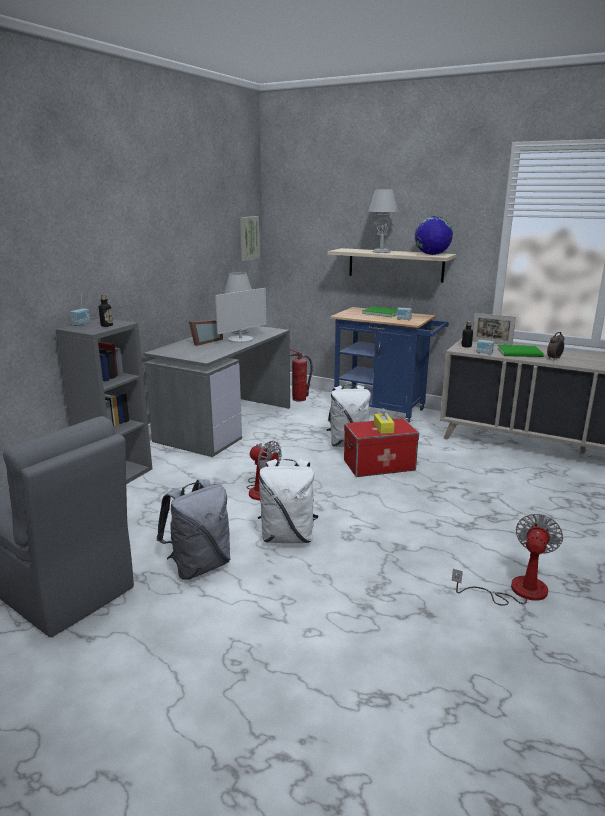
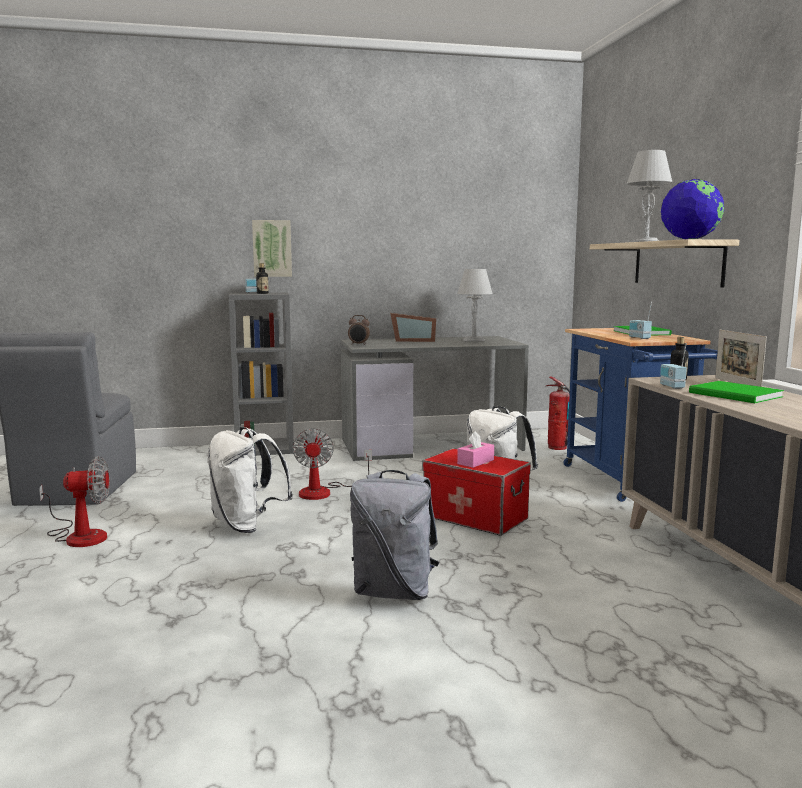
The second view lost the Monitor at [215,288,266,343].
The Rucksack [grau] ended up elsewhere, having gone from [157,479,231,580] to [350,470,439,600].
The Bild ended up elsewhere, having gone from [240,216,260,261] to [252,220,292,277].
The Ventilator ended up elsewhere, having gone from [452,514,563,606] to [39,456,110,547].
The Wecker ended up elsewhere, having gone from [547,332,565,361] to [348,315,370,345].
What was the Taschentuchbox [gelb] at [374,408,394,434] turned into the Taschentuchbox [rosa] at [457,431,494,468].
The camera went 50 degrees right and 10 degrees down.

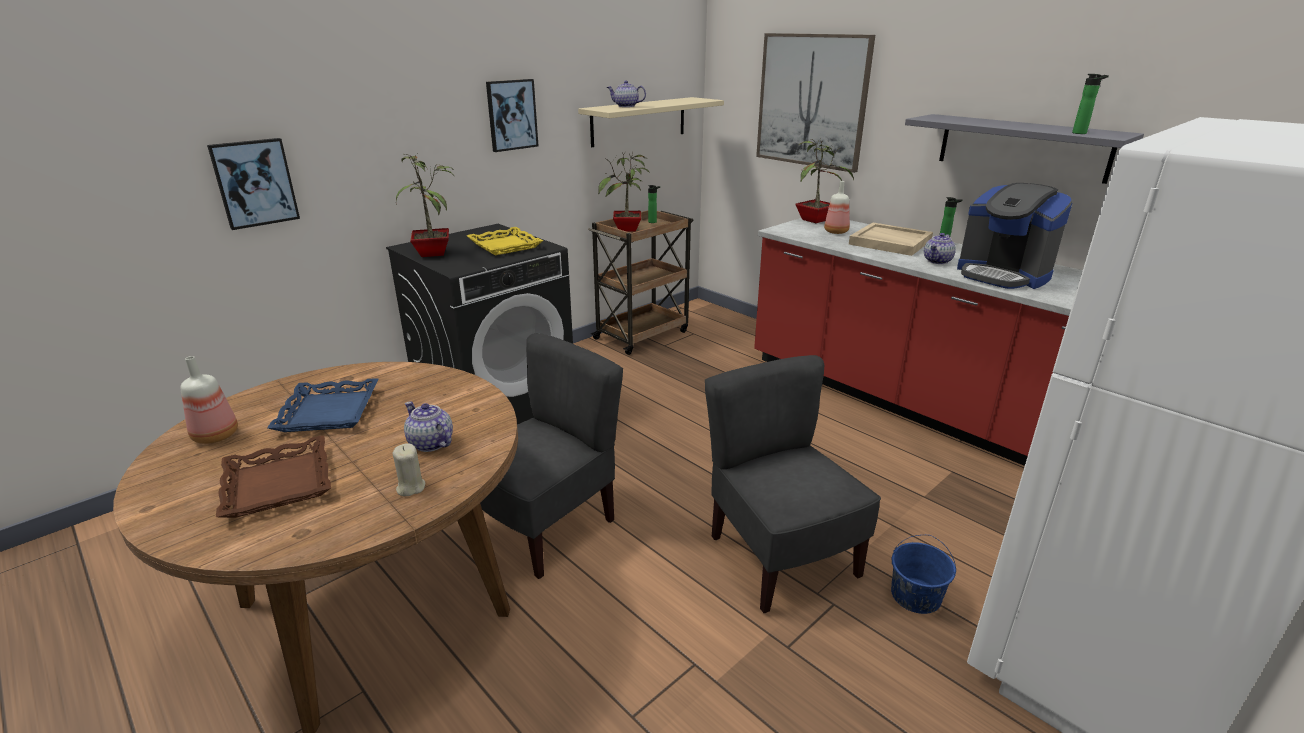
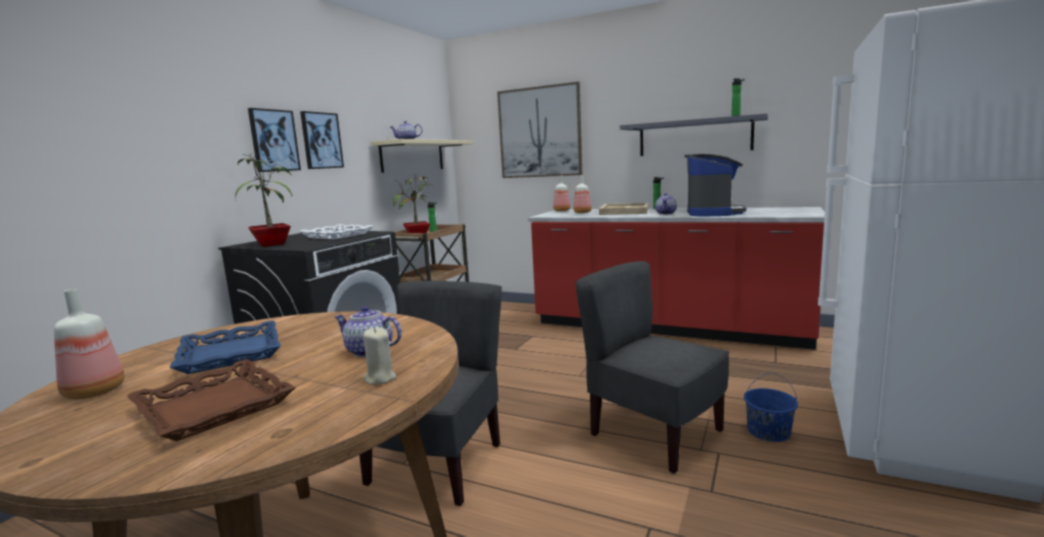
The Bild ended up elsewhere, having gone from [207,138,300,230] to [248,108,301,172].
Where the Topfpflanze stood at [795,138,854,223], the Flasche came to stand at [553,176,570,211].
What was the Tablett [gelb] at [467,227,543,255] turned into the Tablett [weiß] at [299,224,374,240].
The Kaffeemaschine at [957,183,1073,289] ended up facing another way, 105 degrees counterclockwise from before.
The camera went 20 degrees left and 15 degrees down.

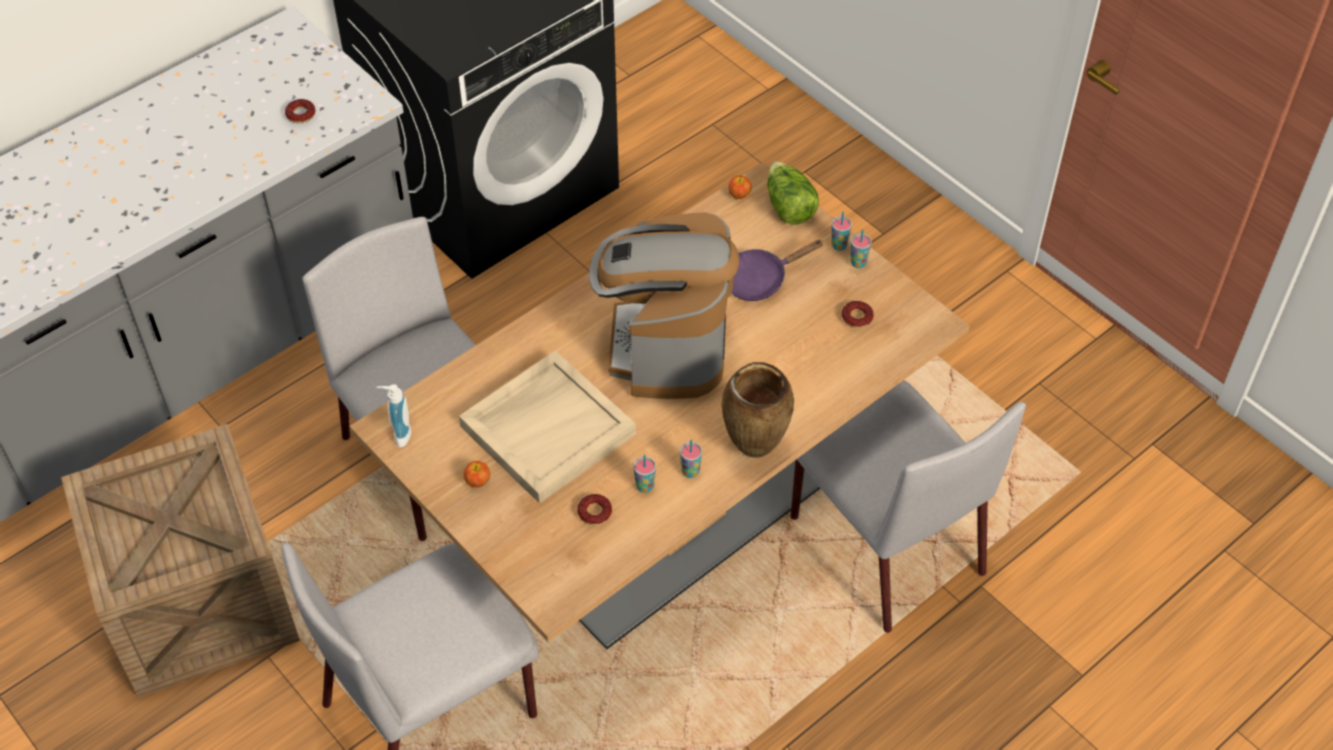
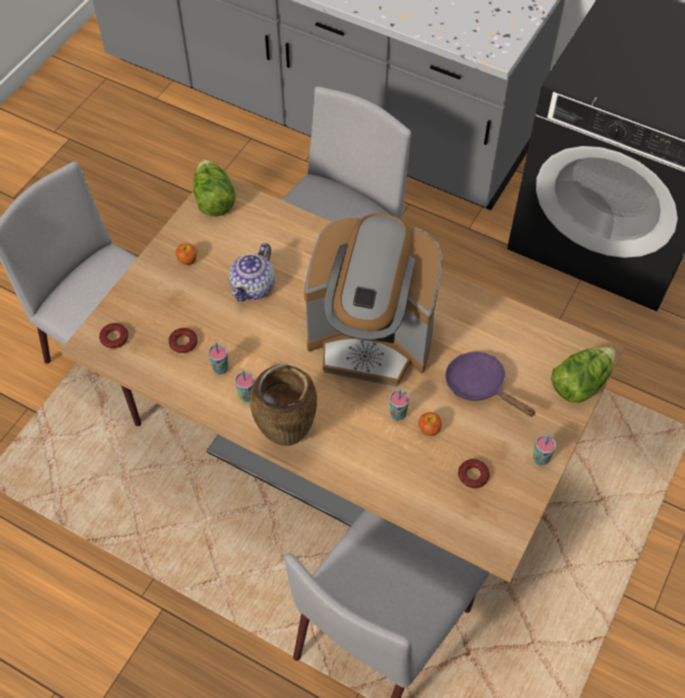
The second view lost the Kiste at [61,424,300,698].
The Donut ended up elsewhere, having gone from [285,99,315,123] to [99,323,129,349].
The Apfel ended up elsewhere, having gone from [728,176,752,199] to [418,412,442,436].
The Tasse ended up elsewhere, having gone from [831,212,852,251] to [389,389,409,420].
Where the Seifenspender stood at [377,384,411,447], the Salatkopf came to stand at [193,159,236,217].
Where the Tablett [beige] stood at [459,351,636,504], the Teekanne came to stand at [229,243,275,302].
The Kaffeemaschine at [589,212,739,399] ended up facing another way, 150 degrees counterclockwise from before.
The camera went 70 degrees right and 5 degrees up.

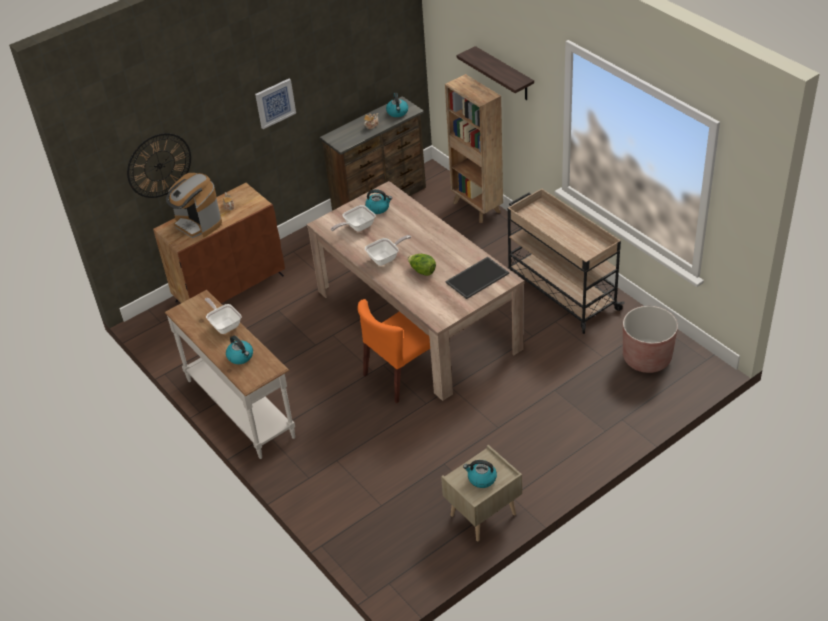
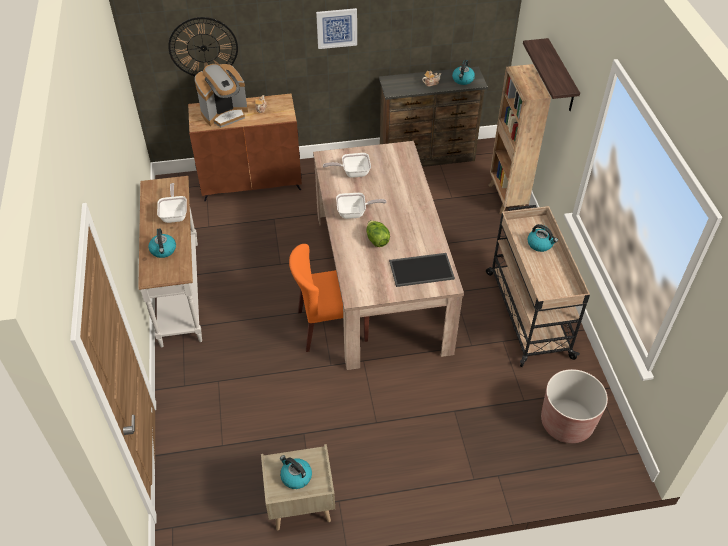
The Wasserkessel ended up elsewhere, having gone from [365,189,392,214] to [527,224,558,252].
The Kaffeemaschine at [166,173,222,238] ended up facing another way, 105 degrees counterclockwise from before.
The camera went 25 degrees right and 5 degrees up.

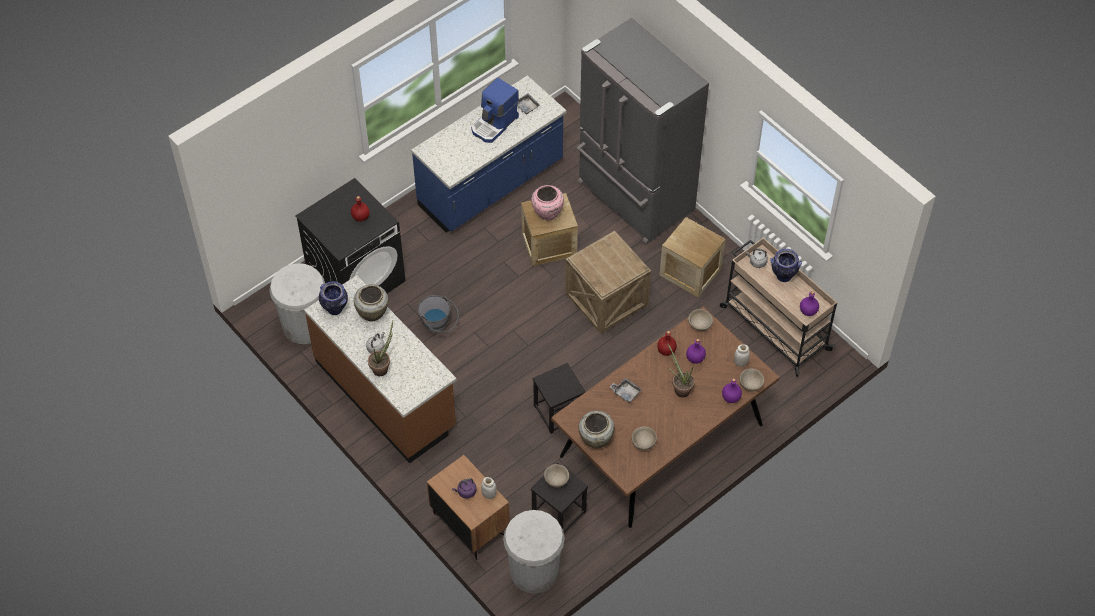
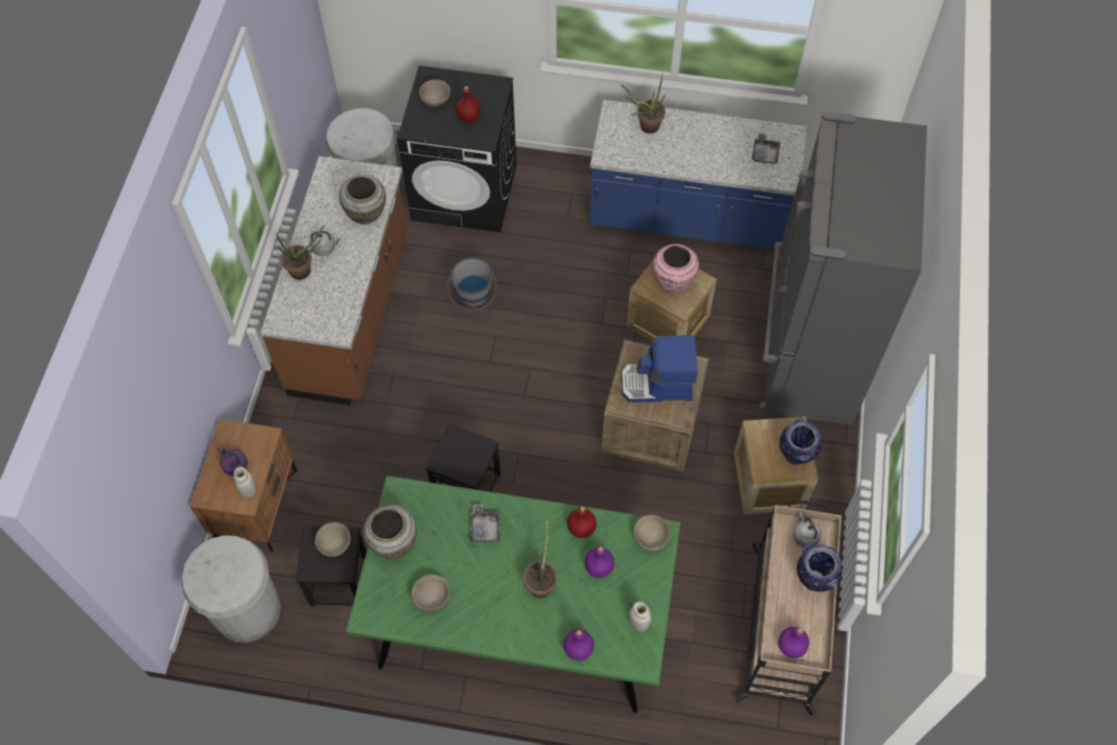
The second view gained the Topfpflanze at [621,73,665,133].
The Vase ended up elsewhere, having gone from [319,281,348,315] to [779,418,821,465].
The Kaffeemaschine ended up elsewhere, having gone from [471,78,519,143] to [621,335,698,403].
The Schüssel [beige] ended up elsewhere, having gone from [740,369,764,391] to [419,80,450,107].
What was the Esstisch [braun] at [551,307,780,528] turned into the Esstisch [grün] at [346,476,681,713].
The camera went 50 degrees right and 5 degrees up.

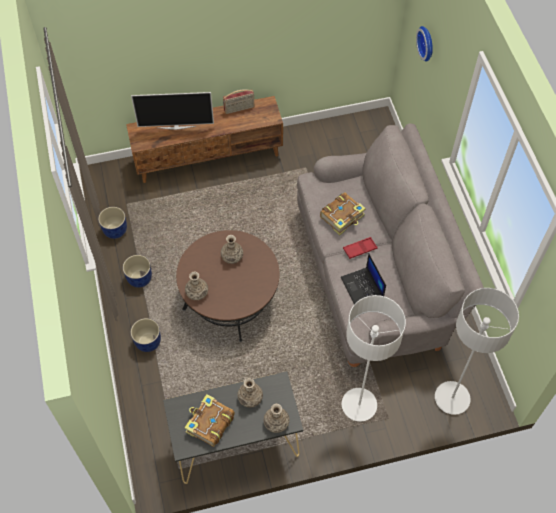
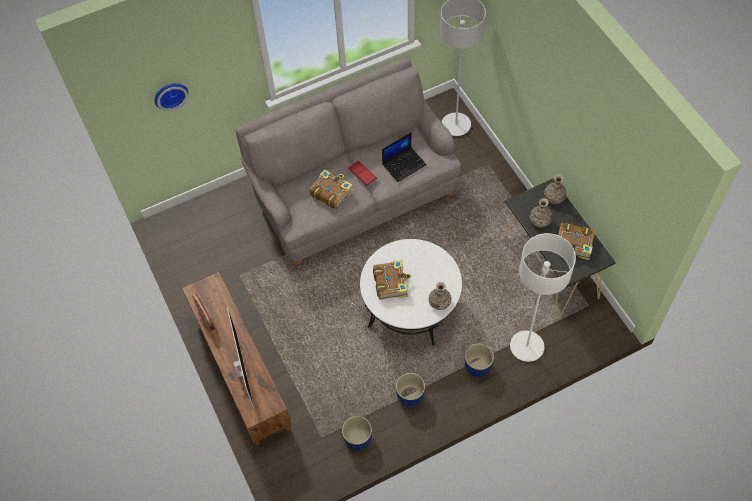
The Stehlampe [weiß] ended up elsewhere, having gone from [342,295,406,422] to [510,233,576,362].
Where the Vase stood at [221,235,243,264], the Buch came to stand at [373,260,411,300].
What was the Couchtisch [braun] at [176,230,279,342] turned into the Couchtisch [weiß] at [360,239,462,346].
The camera went 100 degrees left and 0 degrees up.

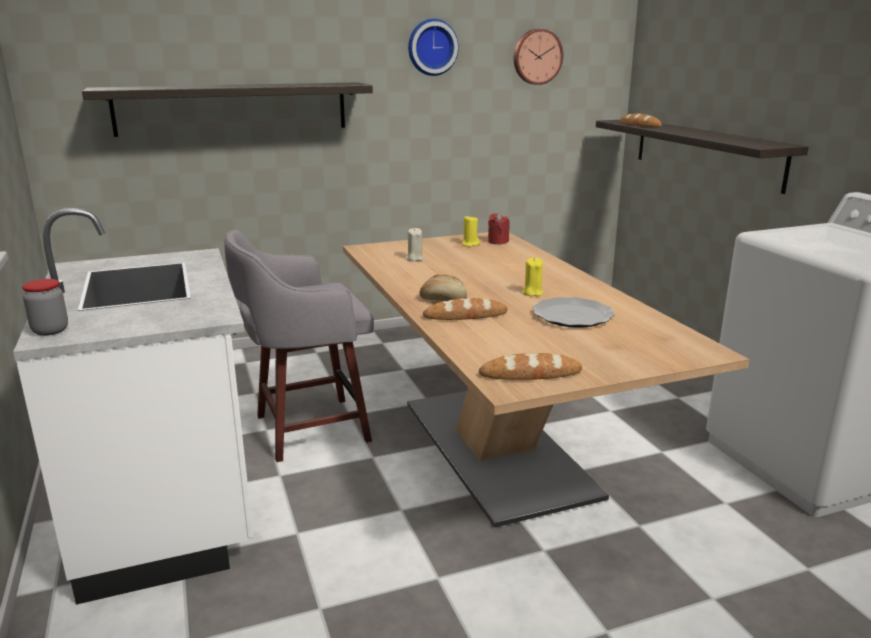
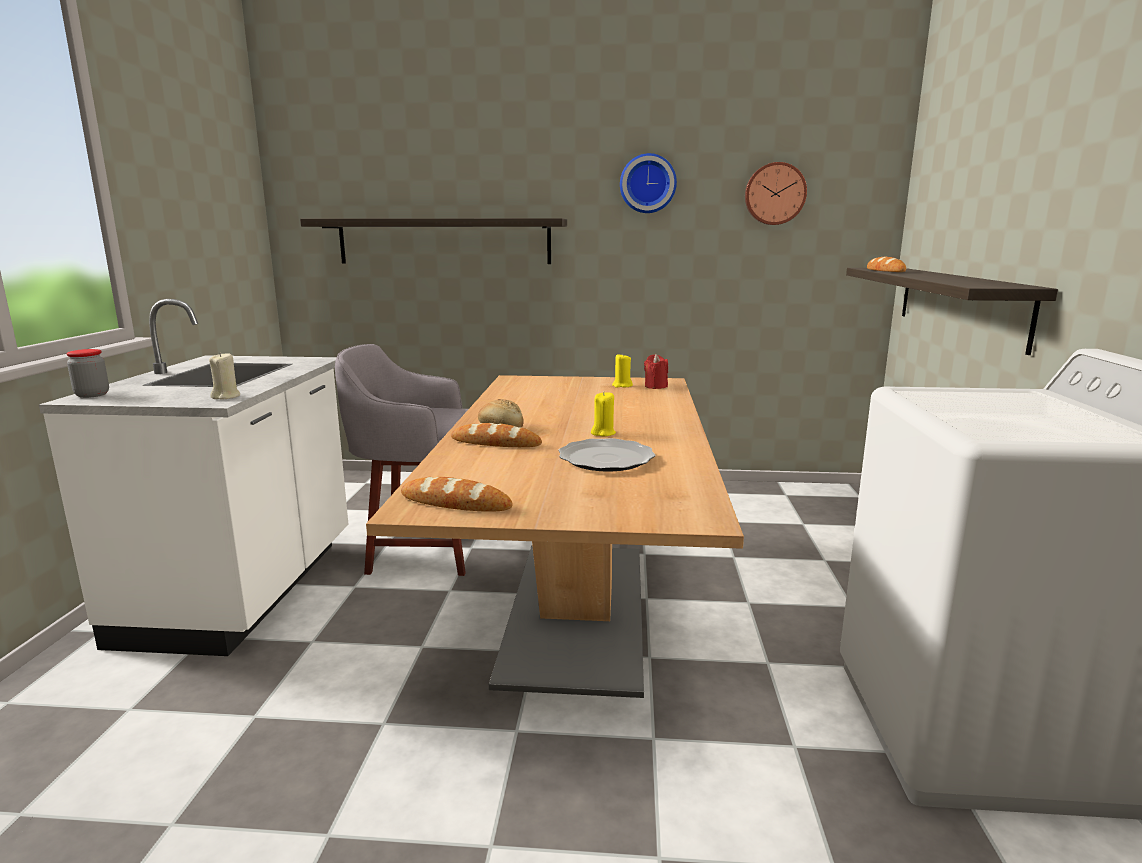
The Kerze [beige] ended up elsewhere, having gone from [406,228,424,261] to [209,352,240,399].
The camera went 25 degrees right and 5 degrees down.

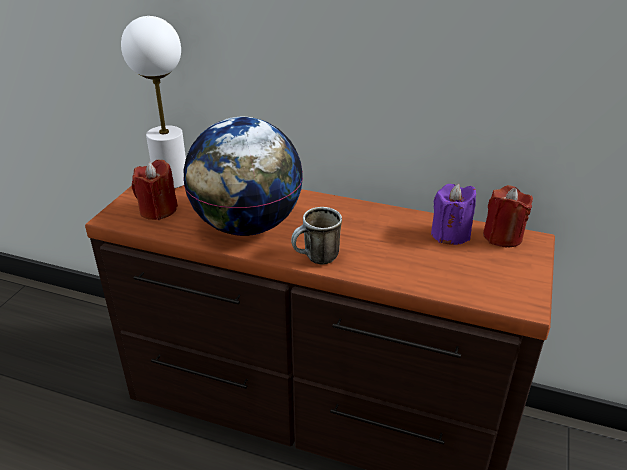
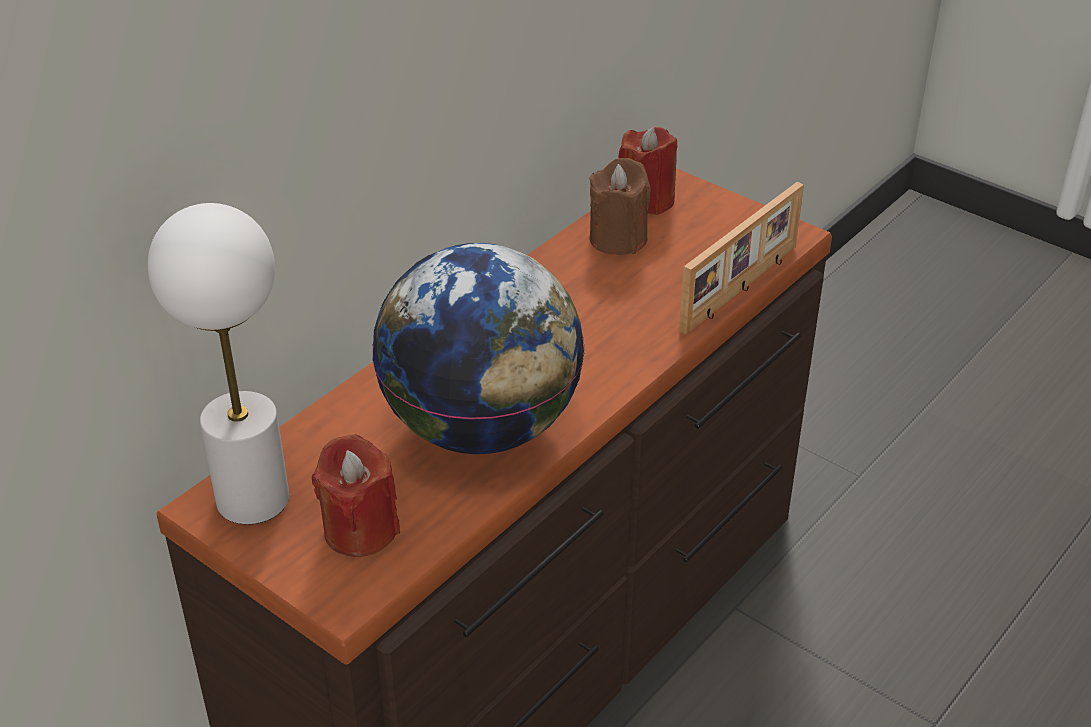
The second view lost the Henkelbecher at [291,207,342,264].
The second view gained the Bilderrahmen at [679,182,804,335].
What was the Kerze [lila] at [431,184,476,245] turned into the Kerze [braun] at [590,158,651,255].
The camera went 70 degrees left and 5 degrees up.

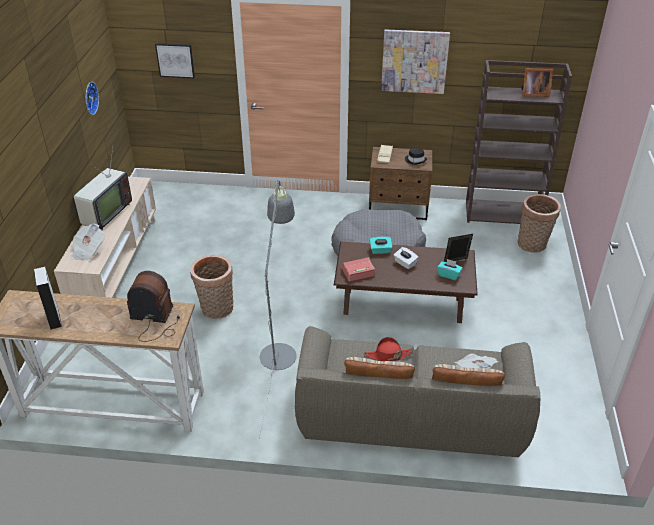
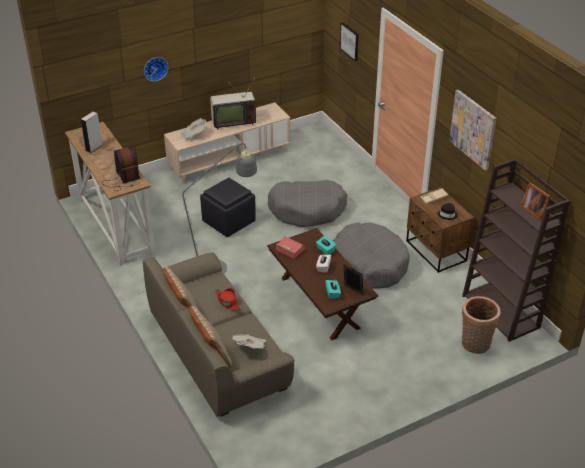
The second view gained the Hundebett [grau] at [268,180,347,227].
The Wanduhr ended up elsewhere, having gone from [85,82,99,115] to [144,57,168,81].
Where the Korb stood at [190,255,233,319], the Polsterhocker [schwarz] came to stand at [200,178,256,237].
The camera went 55 degrees right and 0 degrees up.

